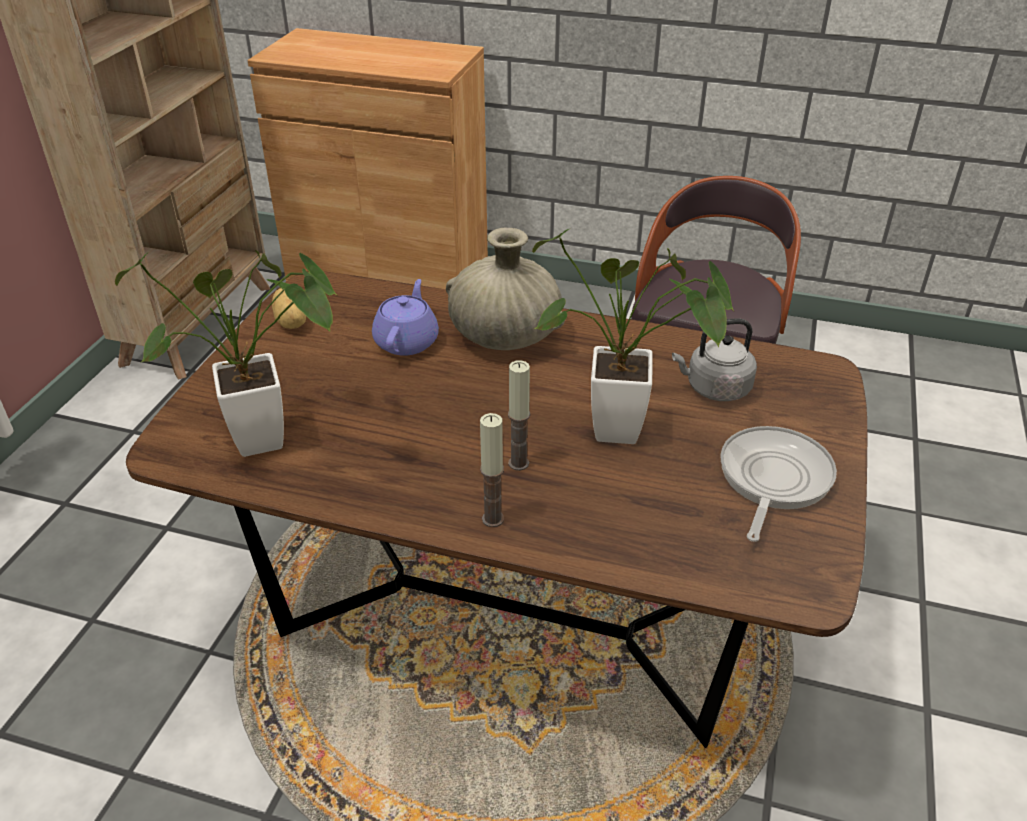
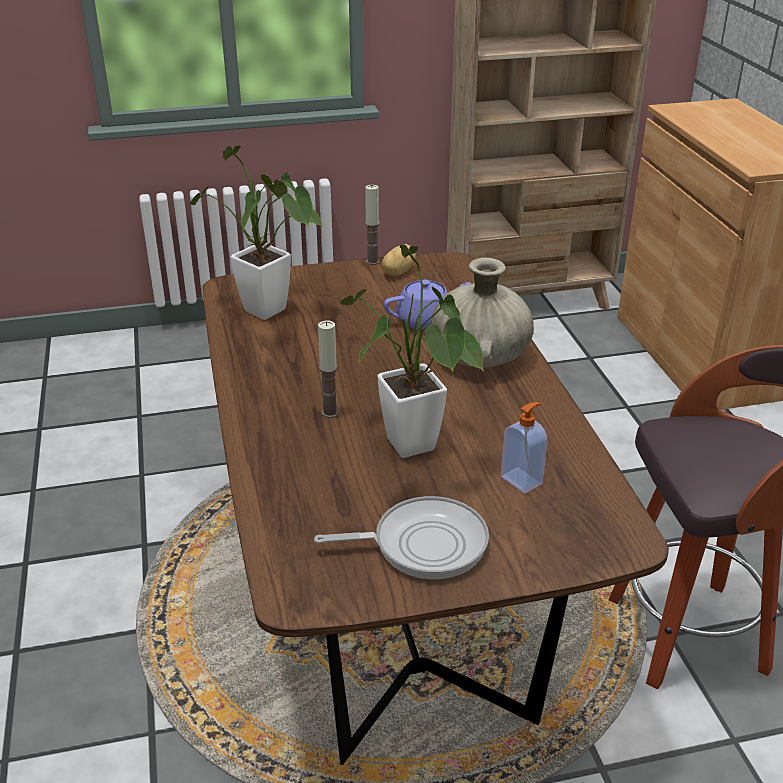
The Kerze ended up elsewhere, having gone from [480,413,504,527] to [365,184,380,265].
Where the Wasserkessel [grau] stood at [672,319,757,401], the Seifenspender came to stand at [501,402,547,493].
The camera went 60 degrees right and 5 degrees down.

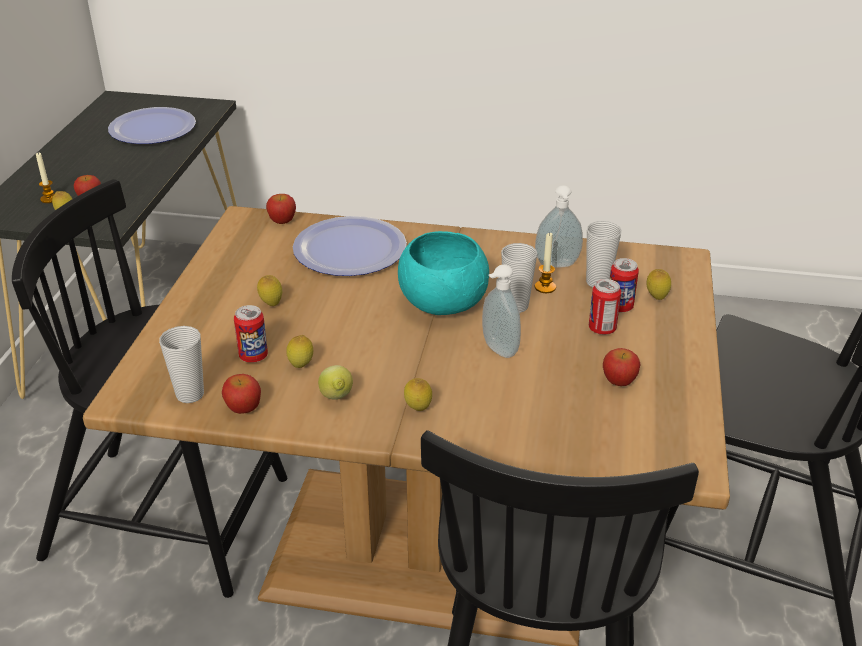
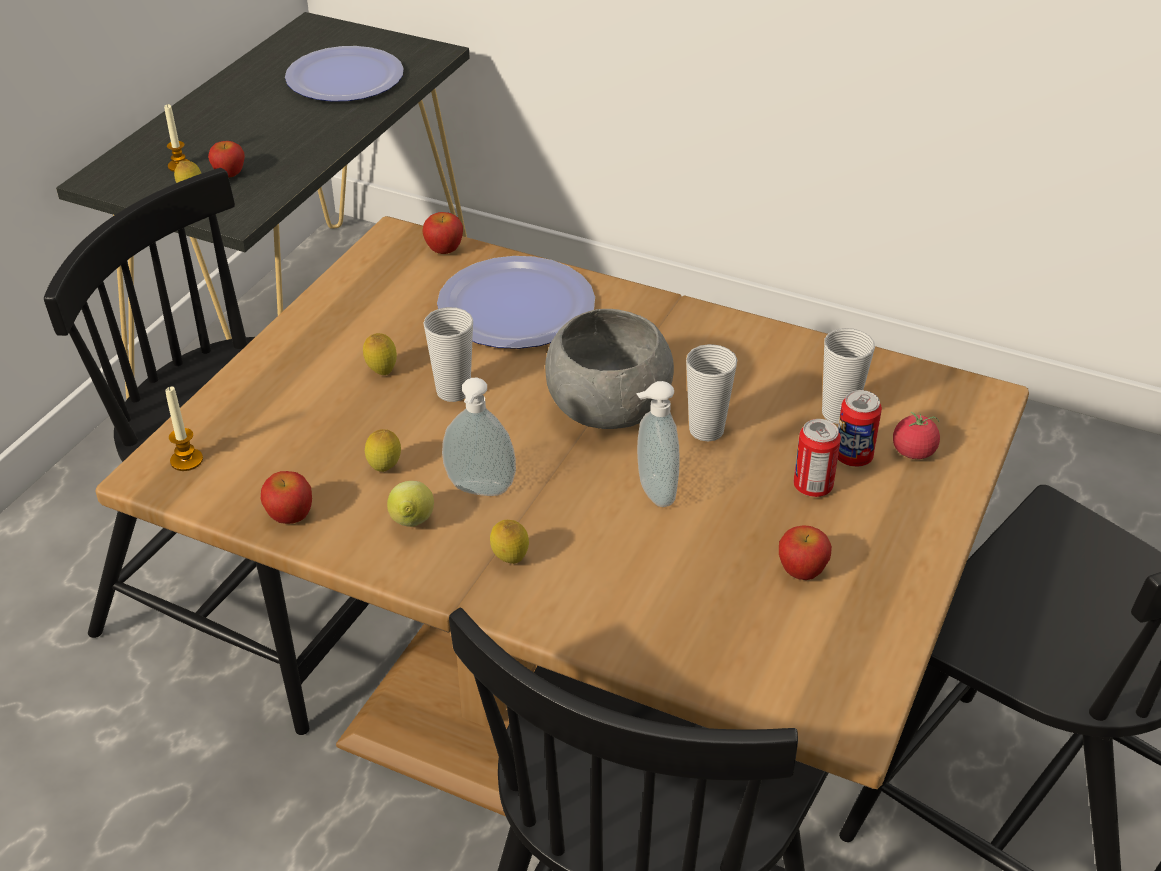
The second view lost the Dose at [234,305,268,363].
The Tasse ended up elsewhere, having gone from [159,326,204,403] to [423,307,473,402].
The Seifenspender ended up elsewhere, having gone from [535,185,583,268] to [442,378,516,496].
The Kerze ended up elsewhere, having gone from [535,232,556,293] to [165,386,203,471].
Where the Zitrone stood at [647,269,671,300], the Tomate came to stand at [893,412,940,459].
What was the Schüssel [türkis] at [398,231,489,315] turned into the Schüssel [grau] at [545,309,674,429].
The camera went 15 degrees right and 5 degrees up.

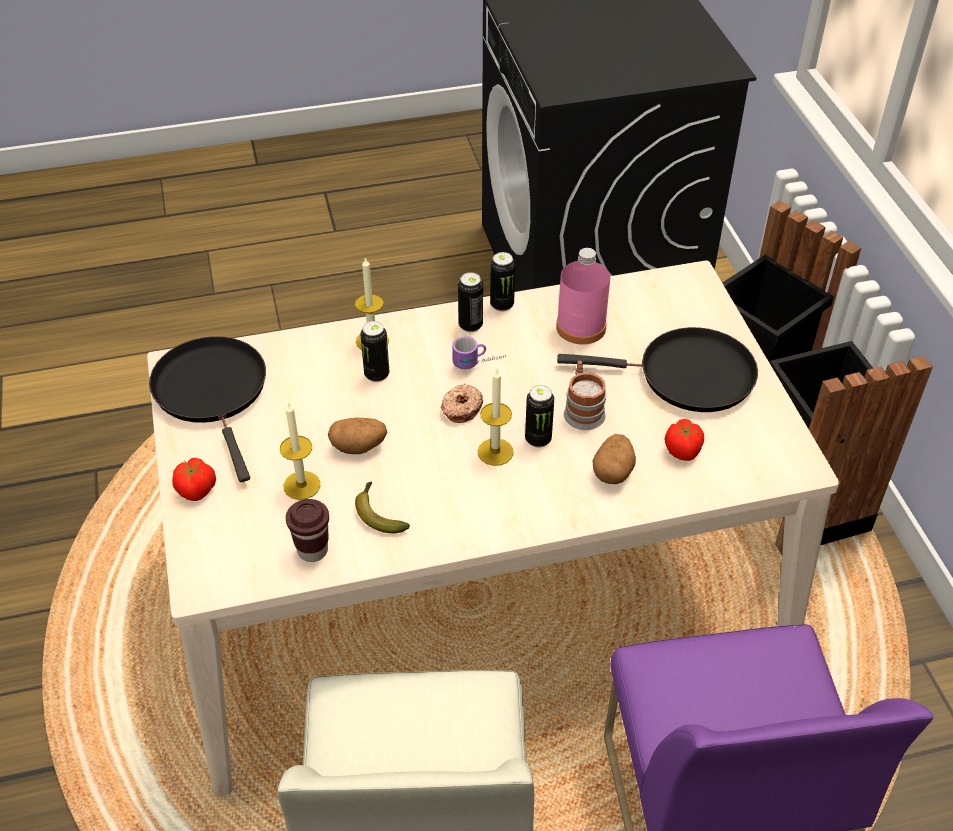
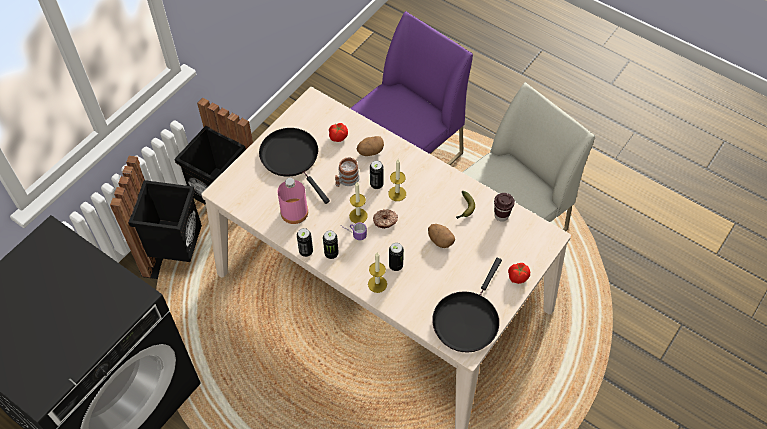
The Kerze ended up elsewhere, having gone from [280,402,320,500] to [349,182,368,223].
The camera went 130 degrees left and 10 degrees up.

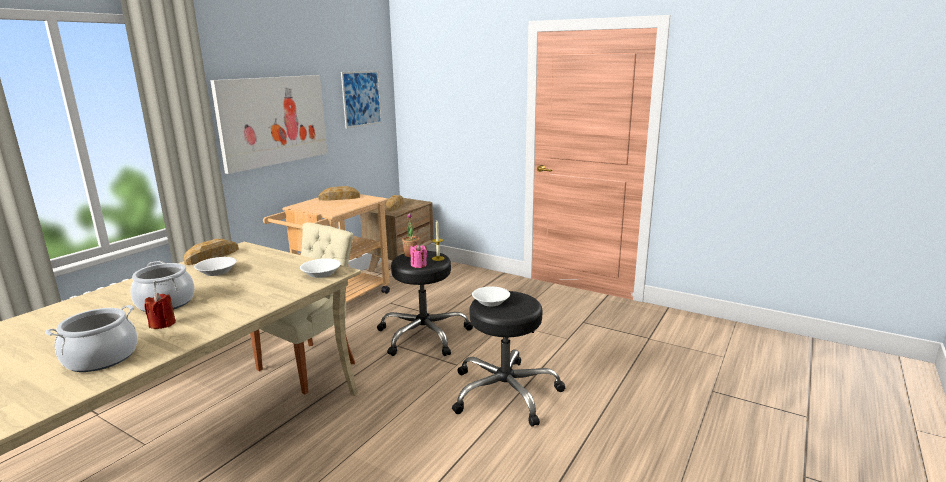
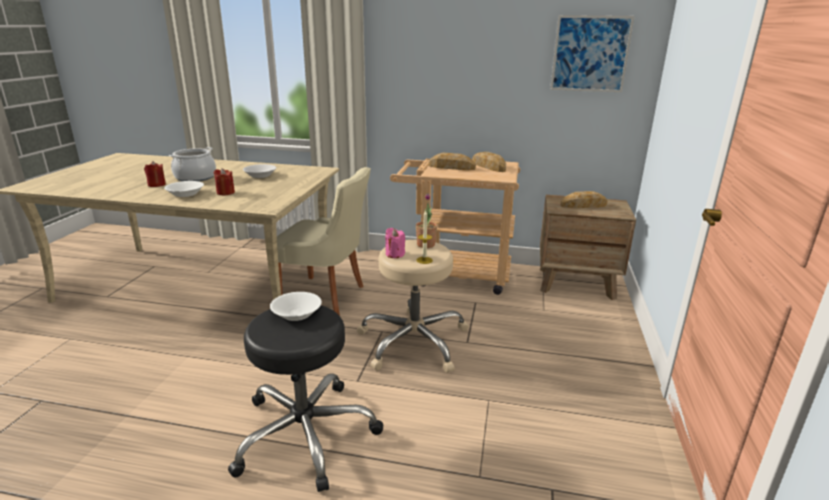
The second view lost the Kochtopf at [45,305,138,372].
The second view lost the Bild at [210,75,327,174].
The second view gained the Kerze [rot] at [214,168,235,195].
The Brot ended up elsewhere, having gone from [184,239,239,265] to [428,153,476,170].
The Schüssel [weiß] ended up elsewhere, having gone from [300,258,341,278] to [164,181,204,197].
What was the Hocker [schwarz] at [377,251,473,356] turned into the Hocker [beige] at [357,240,469,373].
The camera went 70 degrees right and 5 degrees up.

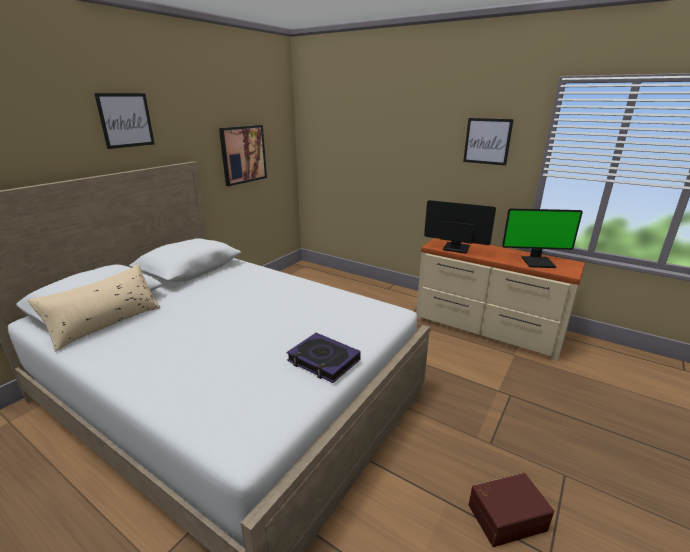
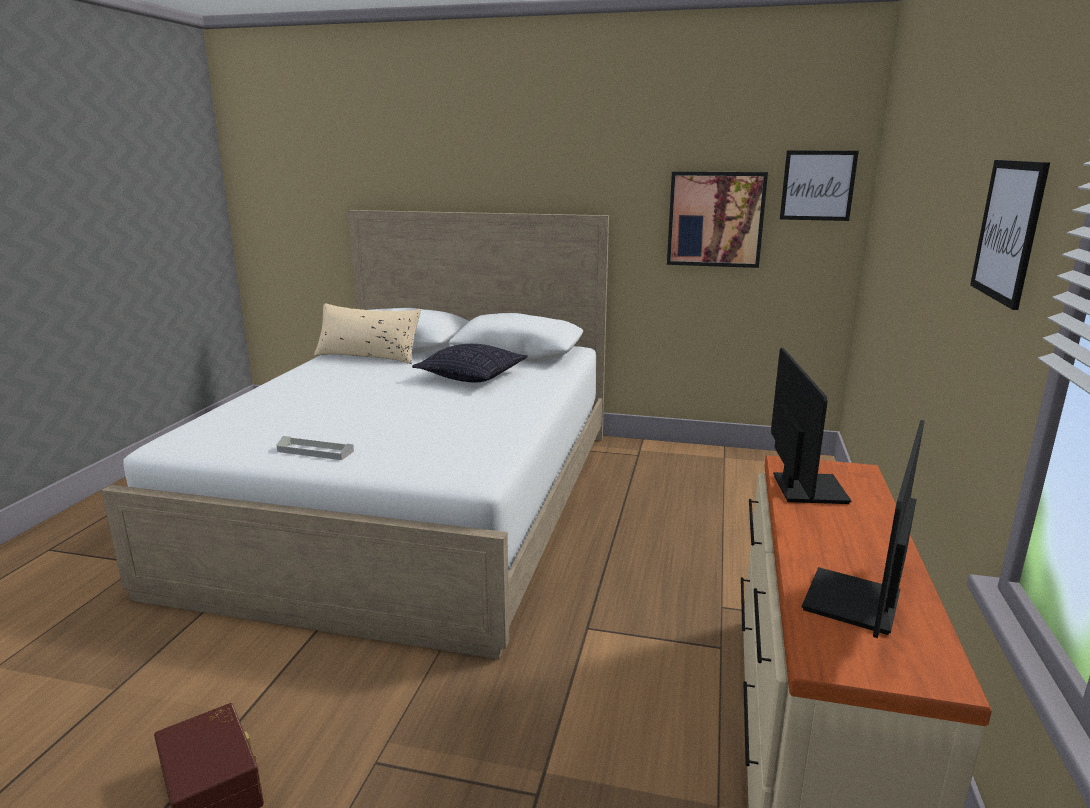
The second view gained the Kissen at [412,344,528,383].
The Bild ended up elsewhere, having gone from [94,93,155,149] to [780,151,859,221].
Where the Buch stood at [286,333,361,383], the Tablett [grau] came to stand at [277,436,354,460].
The Monitor at [502,208,583,268] ended up facing another way, 45 degrees clockwise from before.
The camera went 70 degrees right and 5 degrees down.

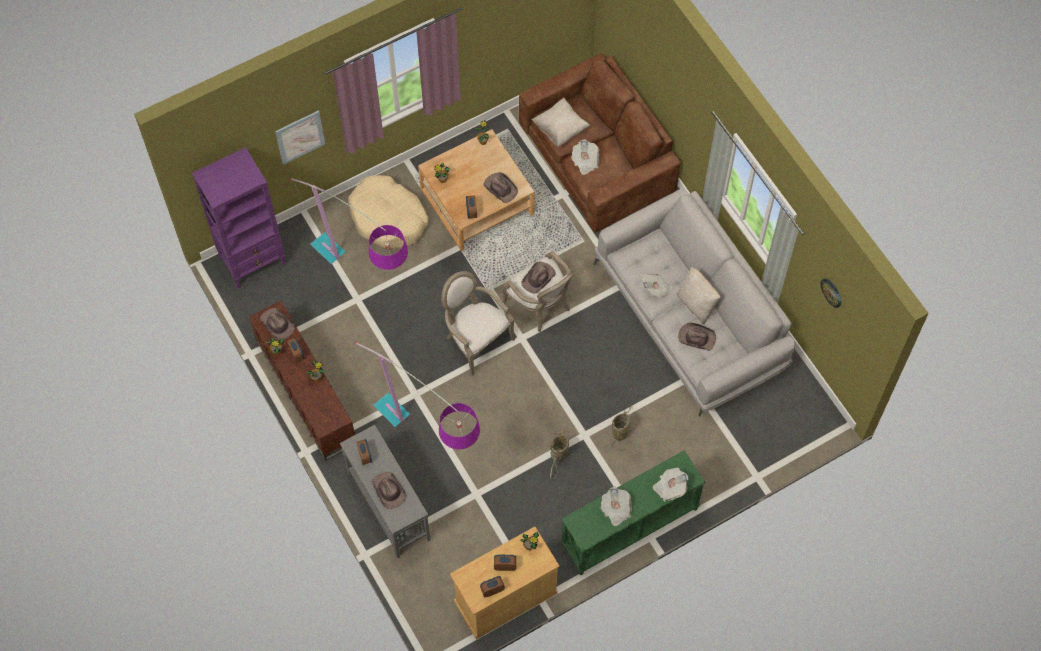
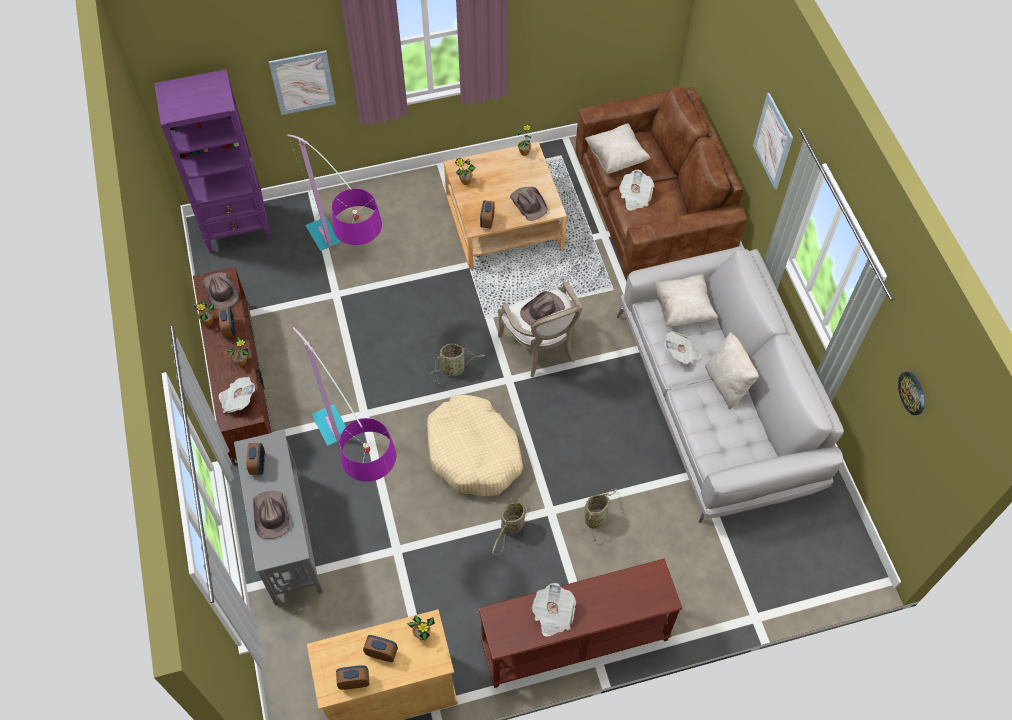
The second view lost the Hut [braun] at [678,323,716,351].
The second view gained the Kissen [beige] at [653,274,718,327].
The second view gained the Bild at [753,93,793,189].
The Hundebett [beige] ended up elsewhere, having gone from [348,175,429,248] to [427,395,523,496].
The Zeitung ended up elsewhere, having gone from [653,468,689,502] to [218,377,255,413].
Where the Sessel stood at [441,271,515,376], the Korb came to stand at [430,343,486,384].
What was the Konsolentisch [grün] at [561,451,705,575] turned into the Konsolentisch [braun] at [479,559,682,688].
The camera went 15 degrees right and 5 degrees down.

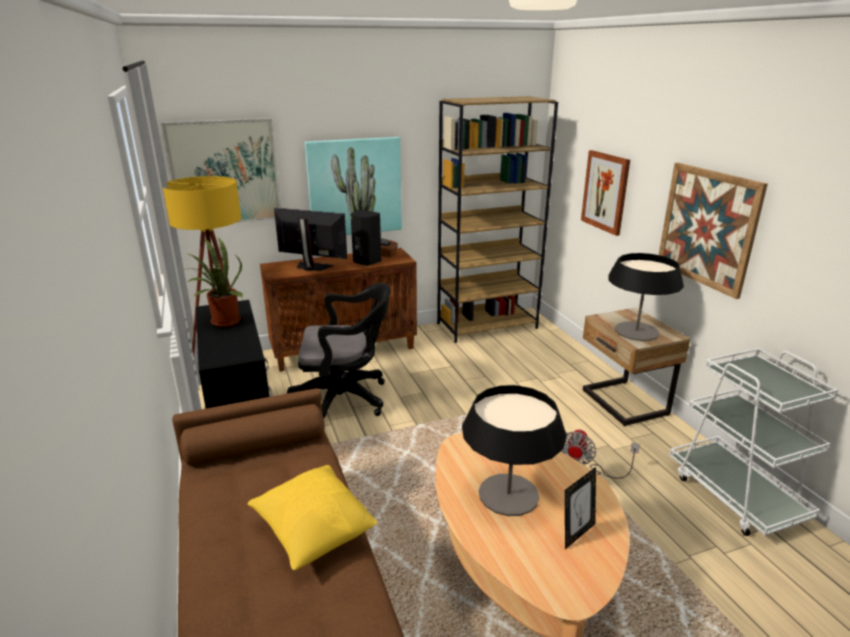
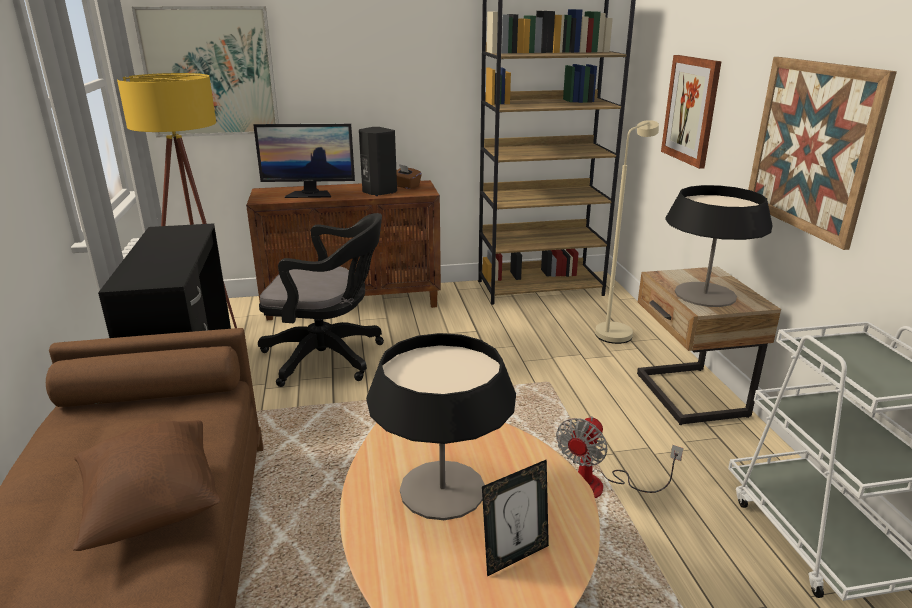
The second view lost the Topfpflanze at [187,237,243,327].
The second view lost the Bild at [305,137,402,235].
The second view gained the Stehlampe [beige] at [595,120,659,344].
What was the Kissen [gelb] at [247,465,377,570] turned into the Kissen [braun] at [73,420,221,551].
The Monitor at [274,208,347,271] ended up facing another way, 150 degrees clockwise from before.
The camera went 10 degrees right and 0 degrees up.

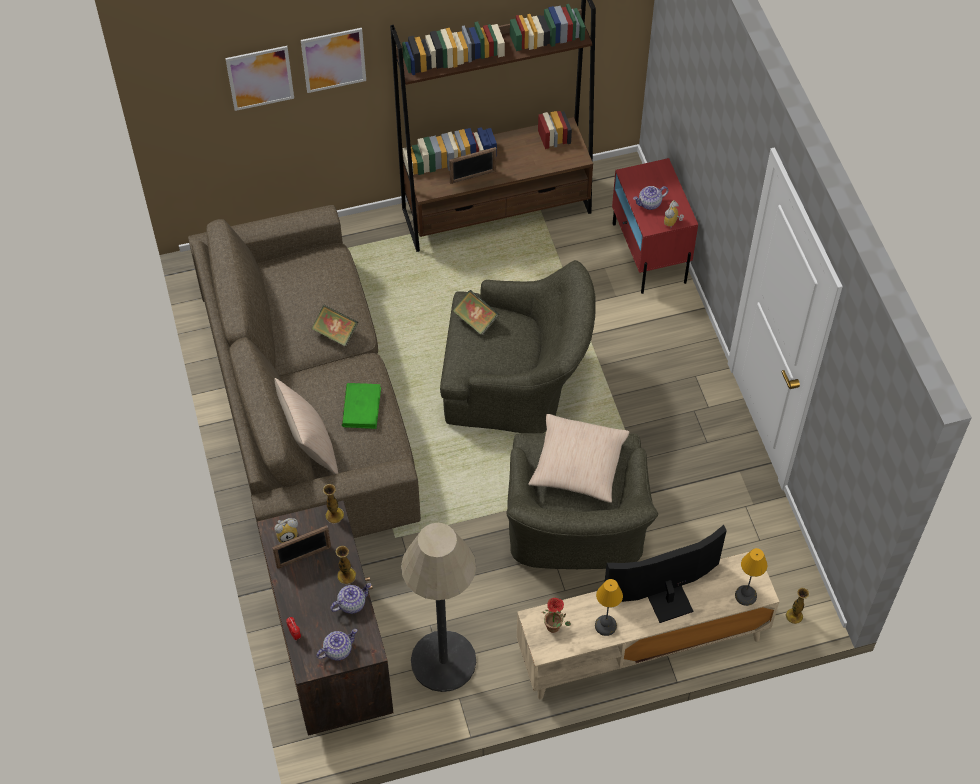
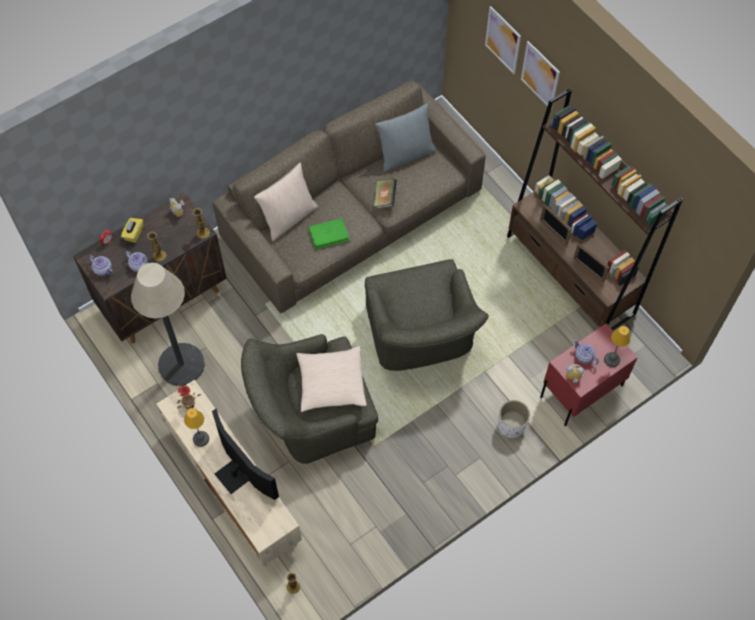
The second view lost the Buch at [453,290,500,336].
The second view gained the Taschentuchbox [gelb] at [121,218,143,243].
The second view gained the Kissen [grau] at [375,103,436,172].
The second view gained the Pflanzkübel [weiß] at [498,400,530,438].
The Bilderrahmen ended up elsewhere, having gone from [272,525,331,569] to [573,243,609,282].
The Tischlampe ended up elsewhere, having gone from [735,548,767,606] to [604,326,631,367].
The camera went 70 degrees right and 5 degrees up.

